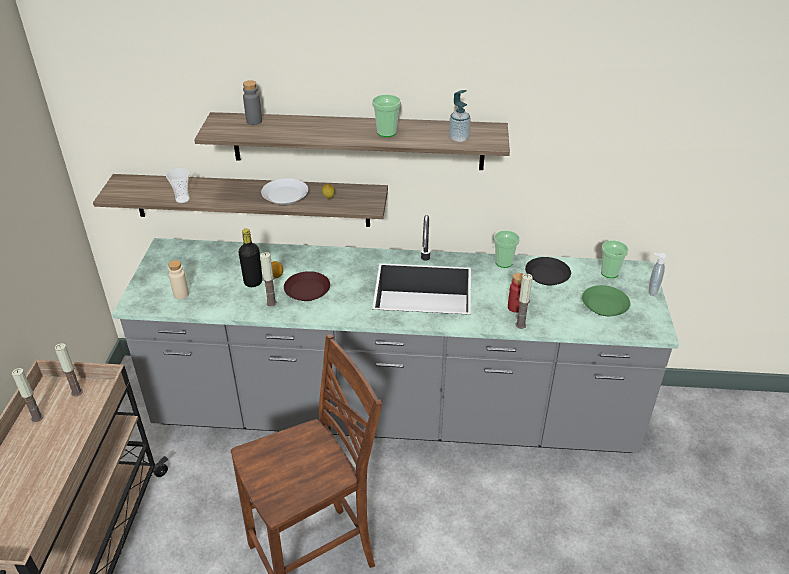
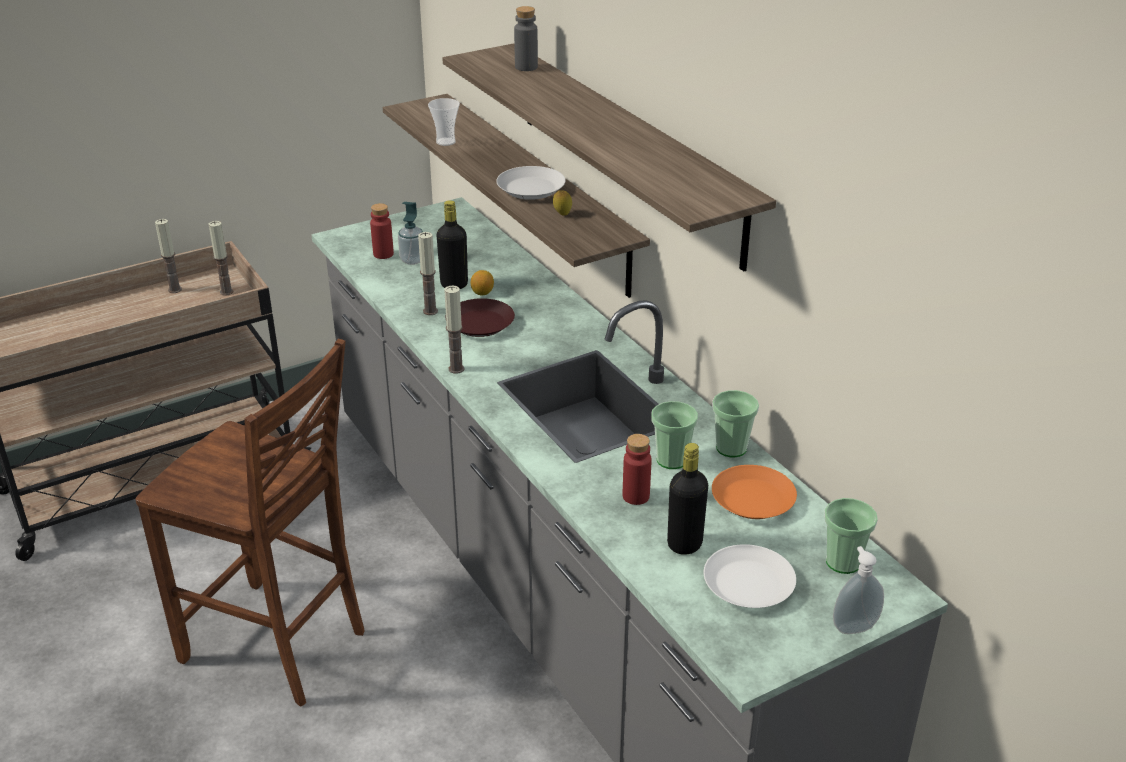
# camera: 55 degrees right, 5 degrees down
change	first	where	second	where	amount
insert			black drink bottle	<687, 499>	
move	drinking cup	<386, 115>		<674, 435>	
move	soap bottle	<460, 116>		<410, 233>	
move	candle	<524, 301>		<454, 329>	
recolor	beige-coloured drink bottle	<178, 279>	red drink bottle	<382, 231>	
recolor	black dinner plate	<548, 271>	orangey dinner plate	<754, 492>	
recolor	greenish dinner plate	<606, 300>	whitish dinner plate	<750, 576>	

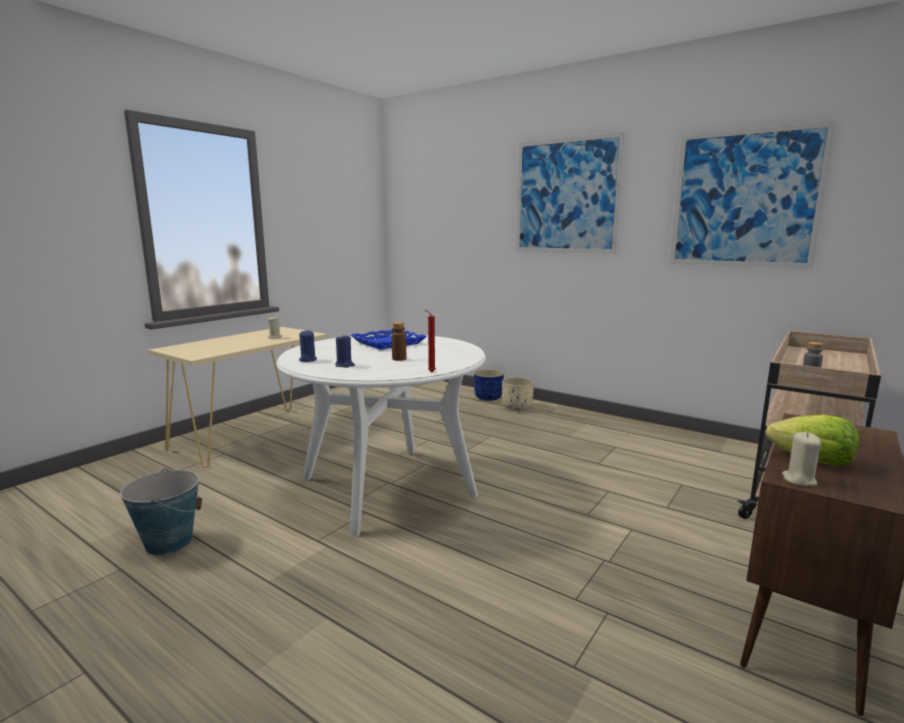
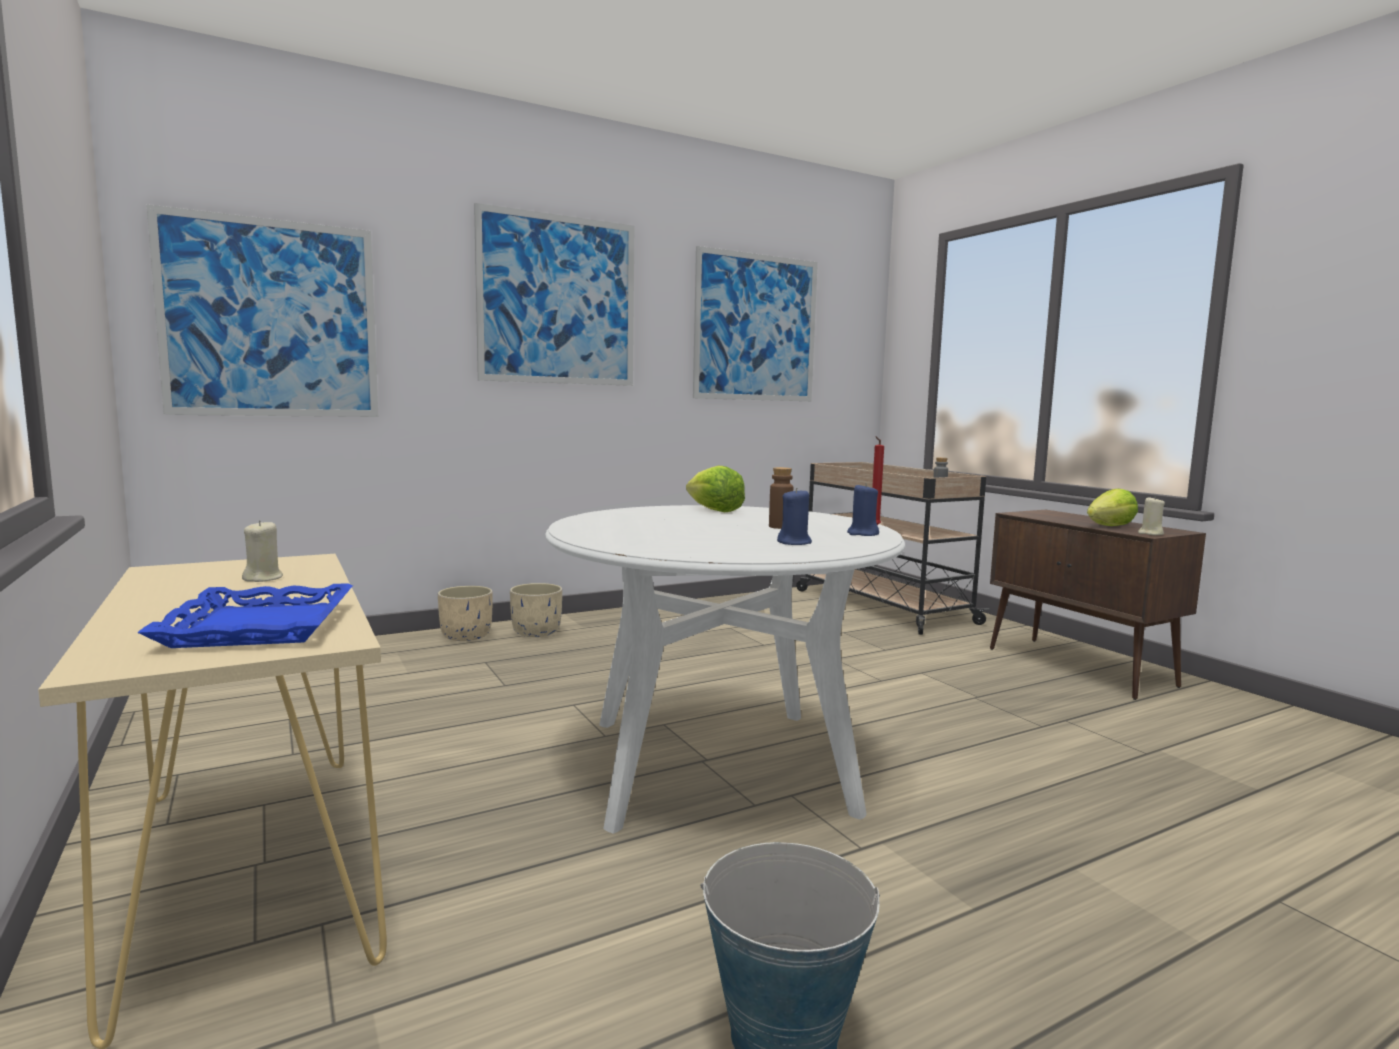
# camera: 65 degrees left, 5 degrees down
change	first	where	second	where	amount
insert			wall art	<262, 310>	
insert			lettuce	<715, 489>	
move	bluish candle	<308, 346>		<863, 509>	
move	bluish carrying tray	<389, 340>		<245, 615>	
recolor	bluish planter	<489, 385>	beige-coloured planter	<465, 613>	

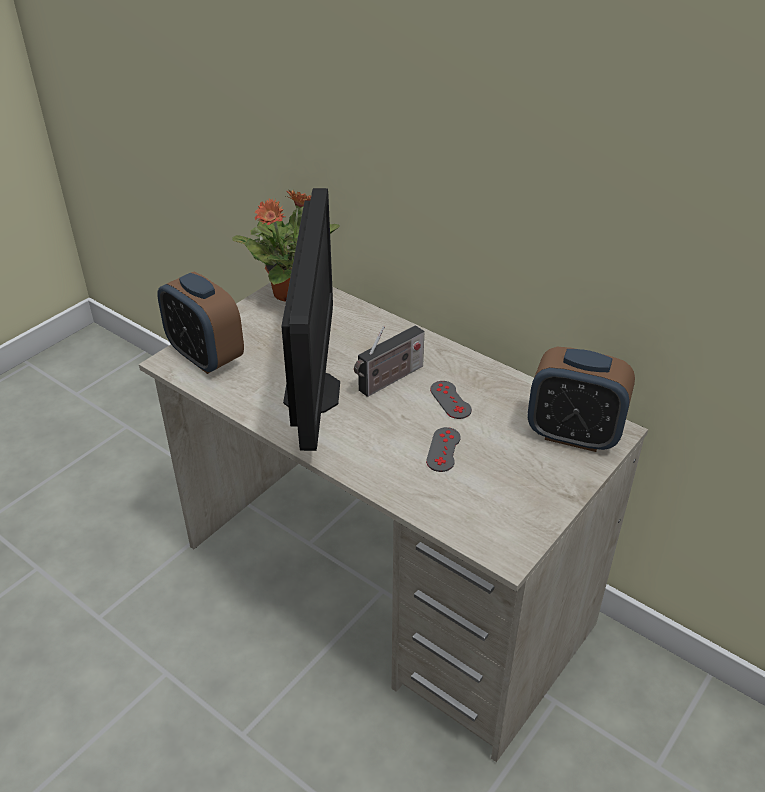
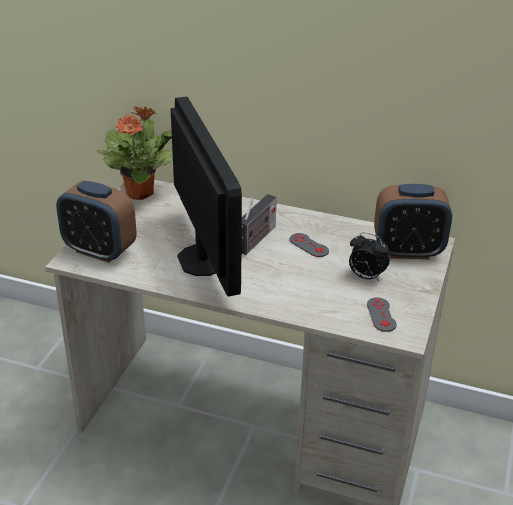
# camera: 20 degrees left, 5 degrees down
change	first	where	second	where	amount
insert			table clock	<369, 257>	
move	greyish game controller	<443, 449>		<382, 315>	

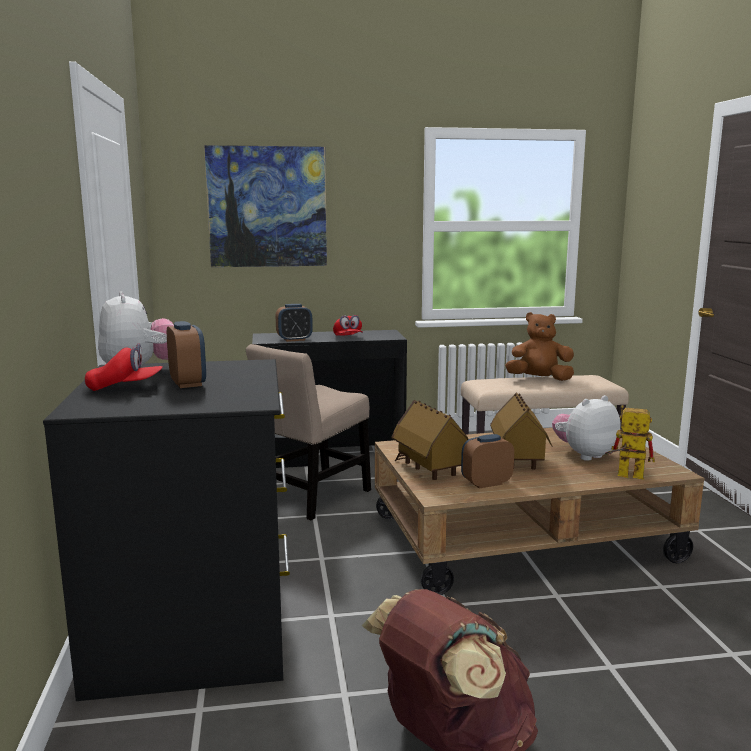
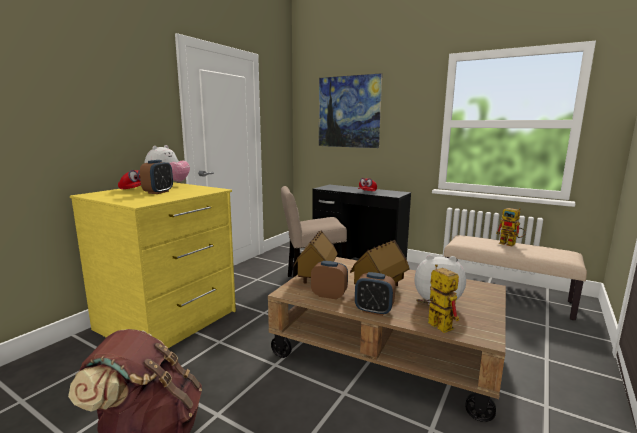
# camera: 40 degrees right, 0 degrees up
change	first	where	second	where	amount
move	table clock	<294, 323>		<375, 294>	
replace	brown cuddly toy	<539, 346>	model robot	<511, 227>	
recolor	black drawer chest	<166, 530>	yellow-coloured drawer chest	<153, 265>	

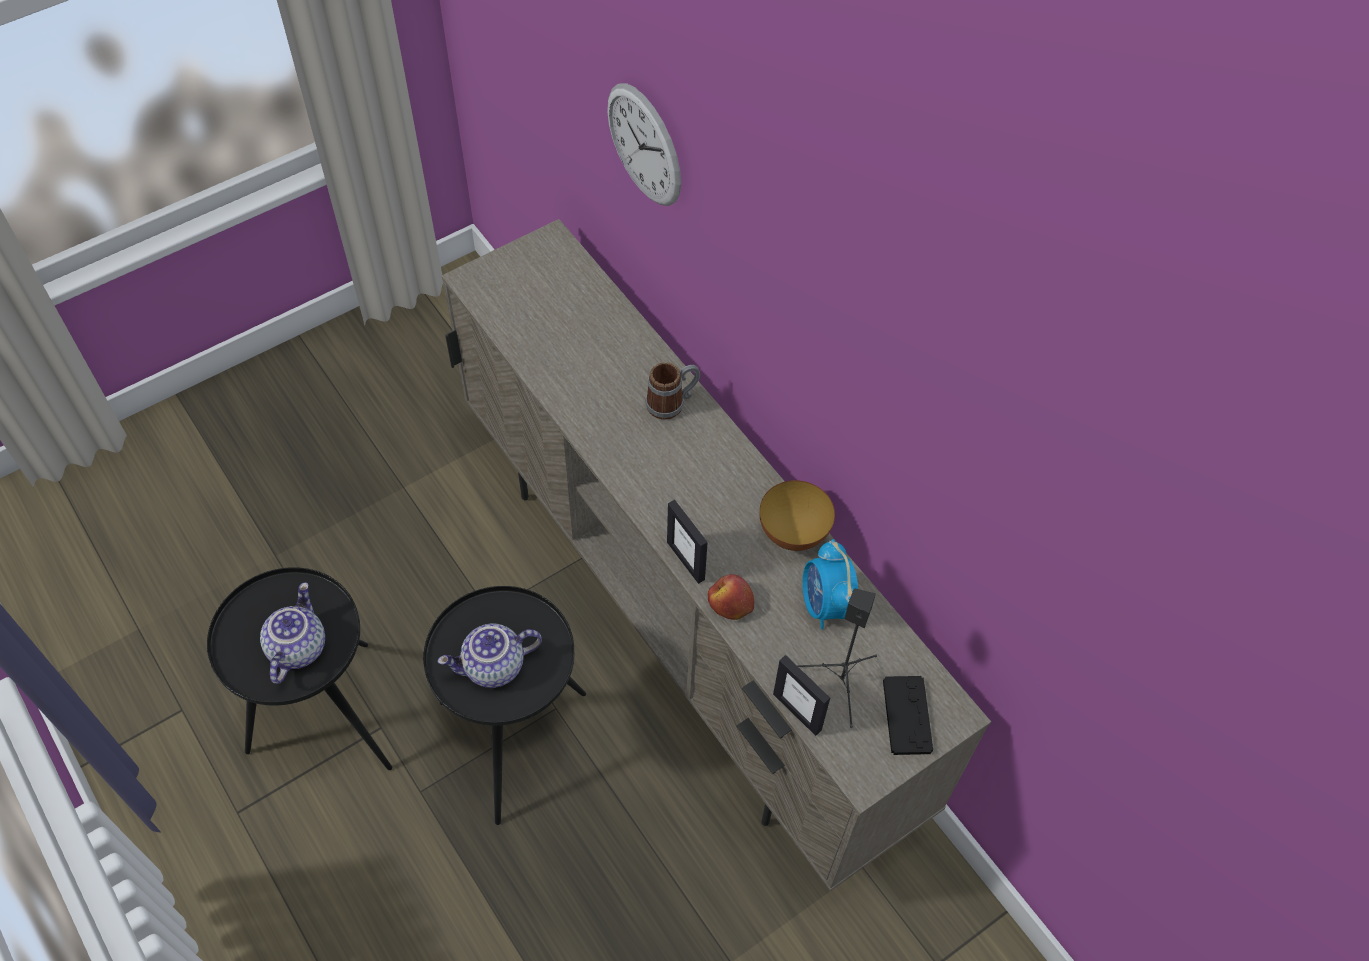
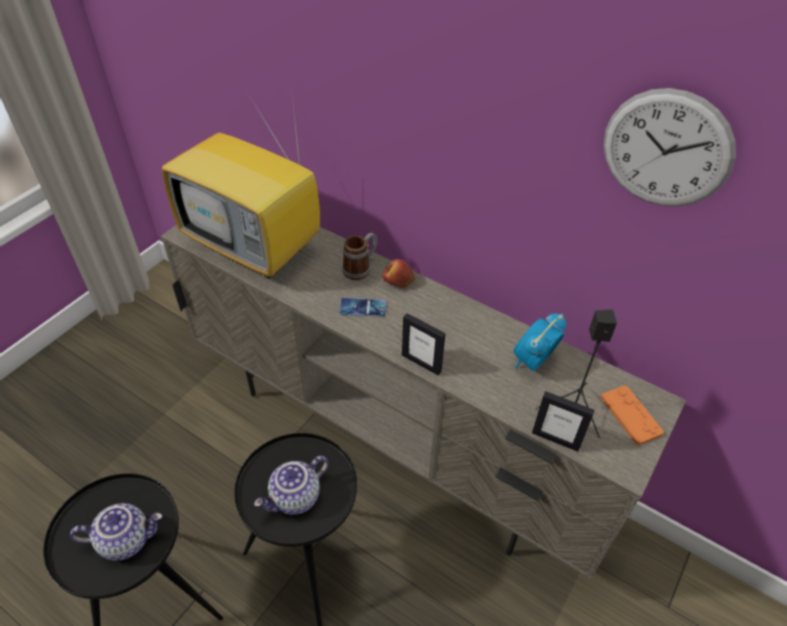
# camera: 20 degrees left, 10 degrees down
change	first	where	second	where	amount
delete	serving bowl	<797, 515>			
insert			TV	<241, 183>	
insert			handset	<363, 307>	
move	hanging clock	<644, 144>		<669, 147>	
move	apple fruit	<731, 597>		<398, 273>	
recolor	black game controller	<908, 715>	orangey game controller	<632, 415>	
rotate	pot for tea	<292, 633>		<116, 532>	90 degrees clockwise
rotate	table clock	<830, 584>		<539, 342>	75 degrees clockwise

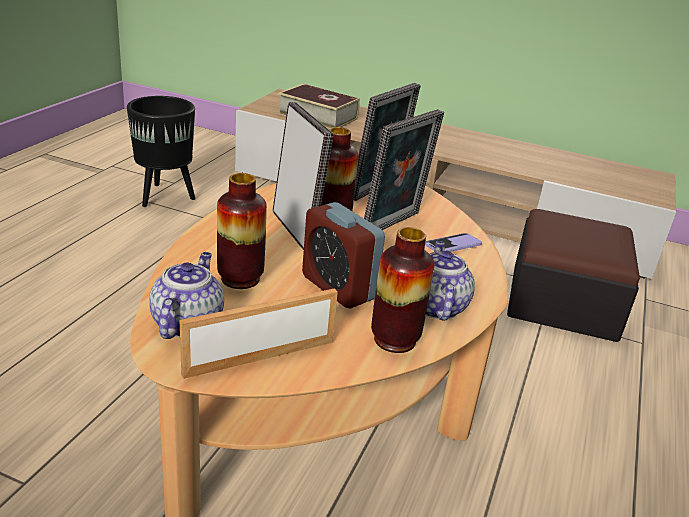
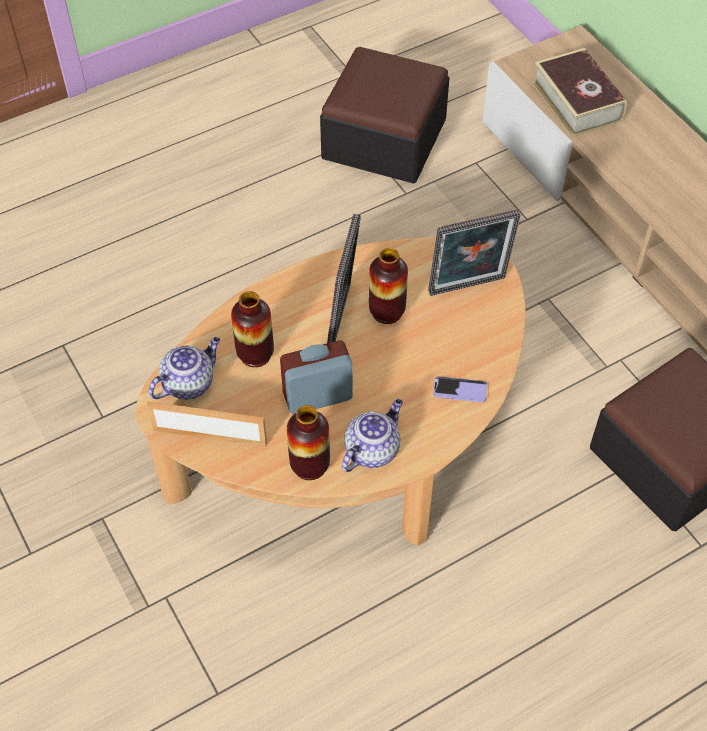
# camera: 40 degrees right, 25 degrees up
change	first	where	second	where	amount
delete	picture frame	<404, 169>			
replace	black planter	<161, 151>	pouffe	<384, 115>	
rotate	table clock	<343, 255>		<316, 377>	75 degrees clockwise

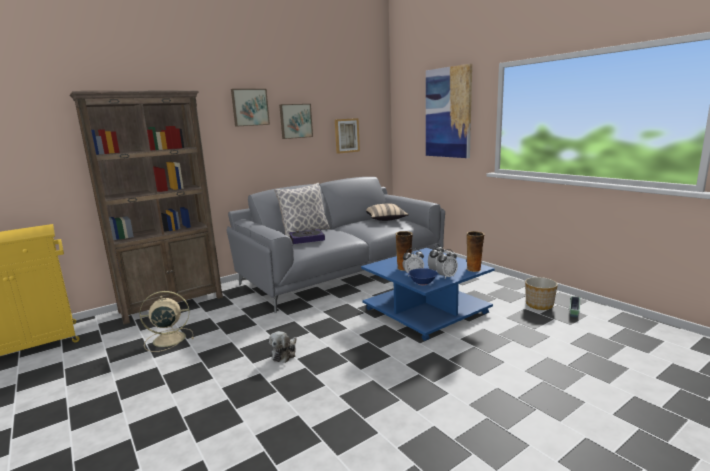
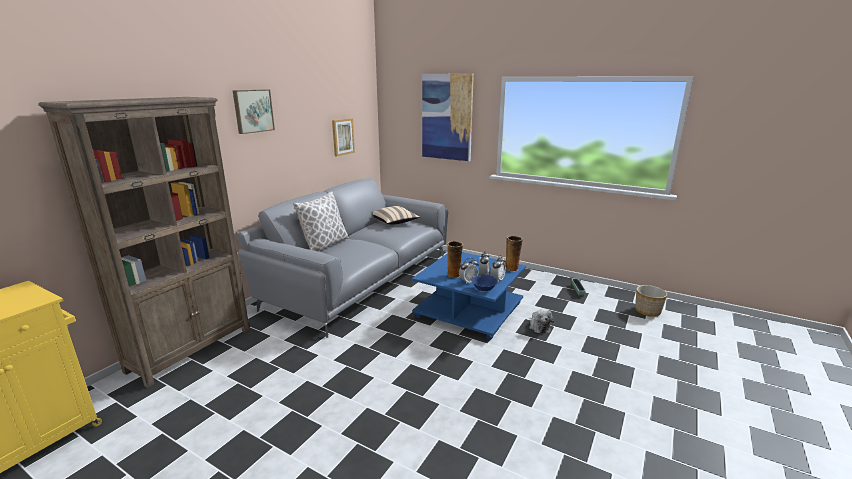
# camera: 25 degrees left, 5 degrees up
change	first	where	second	where	amount
delete	beige-coloured fan	<167, 321>			
delete	wall art	<296, 121>			
delete	volume	<307, 236>			
move	cuddly toy	<283, 347>		<541, 321>	
move	planter	<541, 293>		<651, 301>	

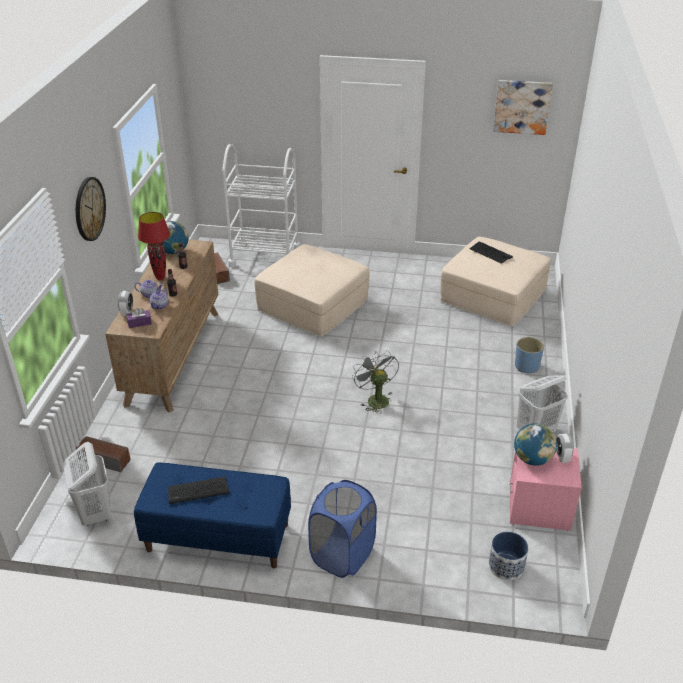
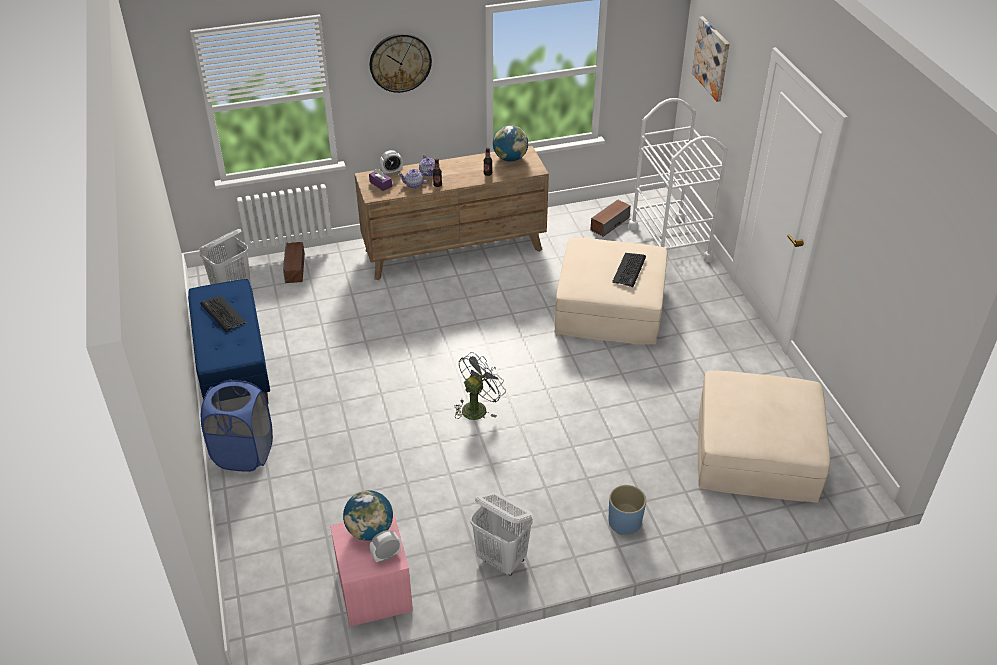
# camera: 65 degrees right, 5 degrees up
change	first	where	second	where	amount
delete	red table lamp	<154, 246>			
delete	planter	<508, 556>			
move	computer keyboard	<491, 253>		<629, 270>	
move	wall art	<523, 107>		<711, 59>	

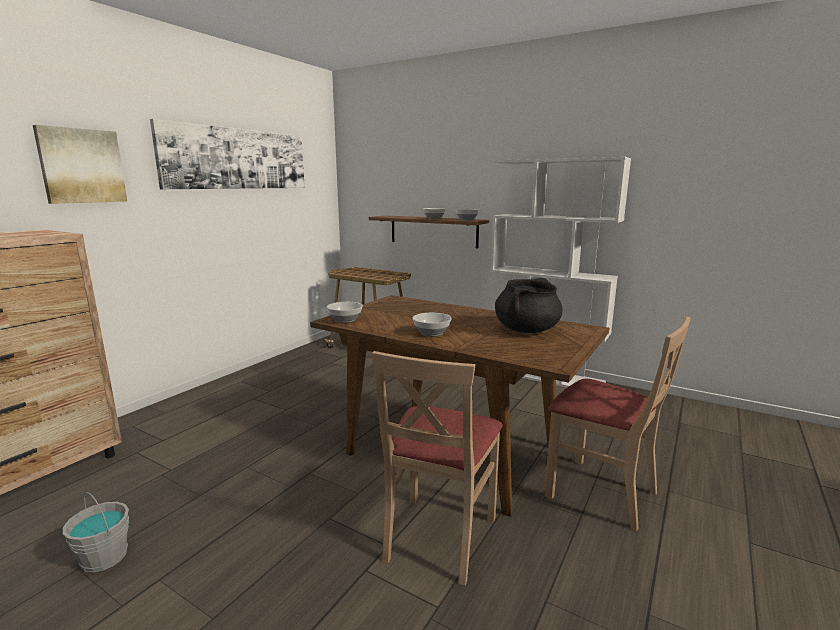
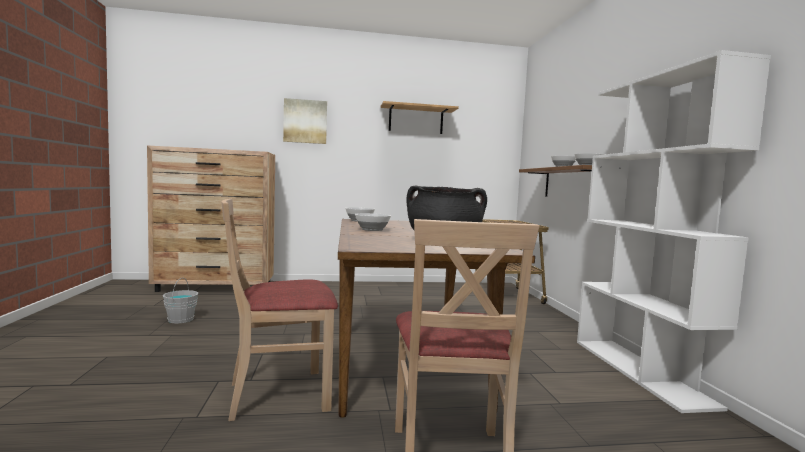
# camera: 50 degrees right, 10 degrees down
change	first	where	second	where	amount
replace	wall art	<227, 154>	wall shelf	<420, 117>	

